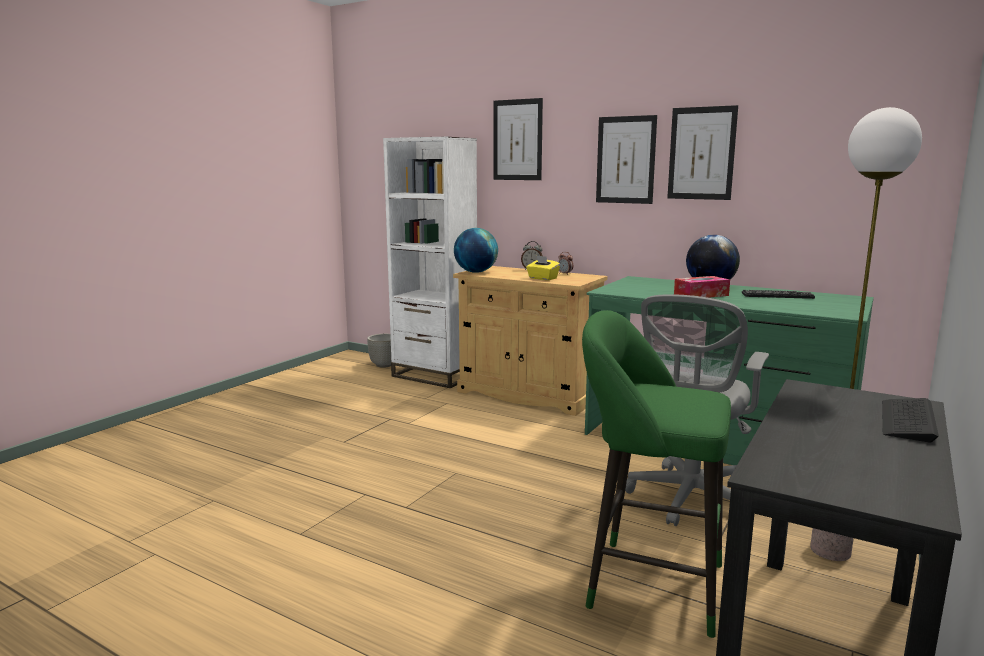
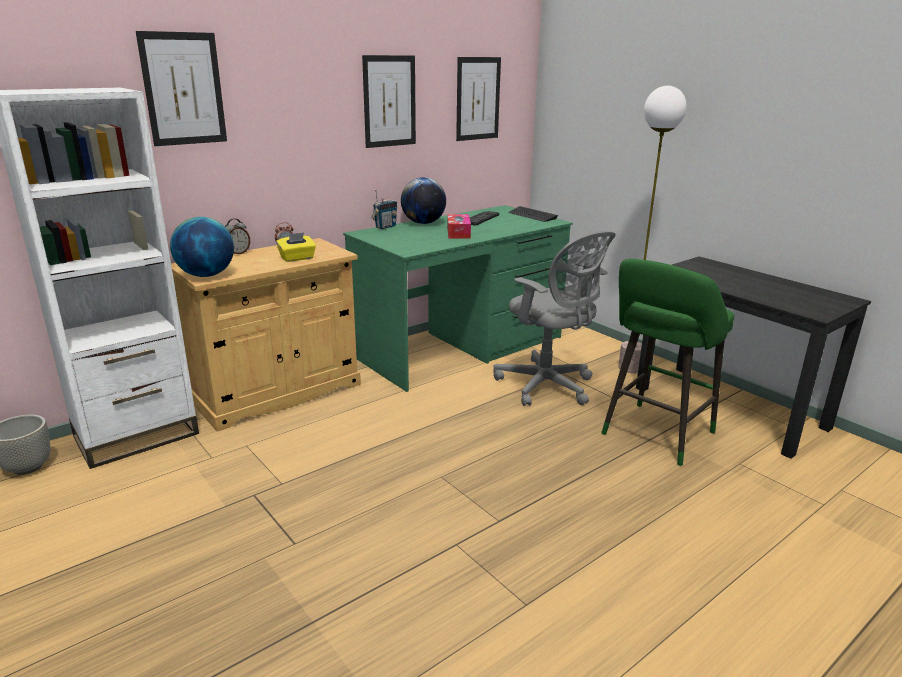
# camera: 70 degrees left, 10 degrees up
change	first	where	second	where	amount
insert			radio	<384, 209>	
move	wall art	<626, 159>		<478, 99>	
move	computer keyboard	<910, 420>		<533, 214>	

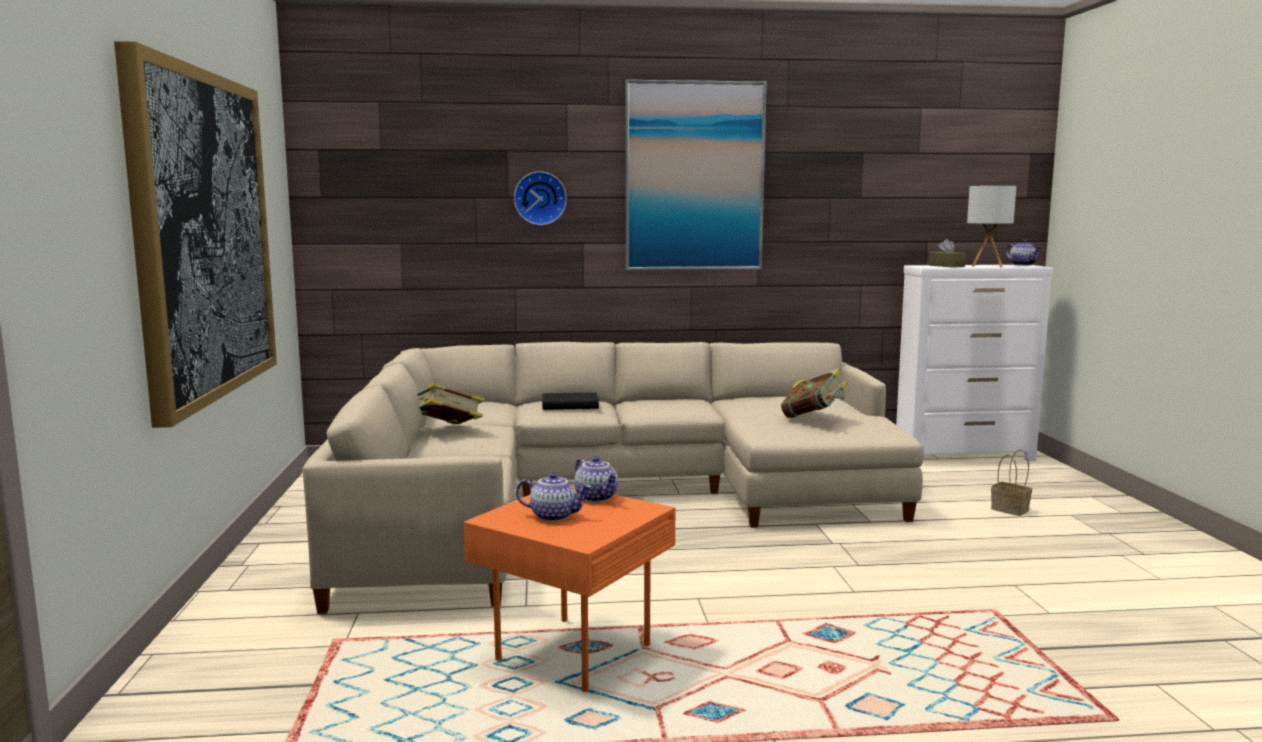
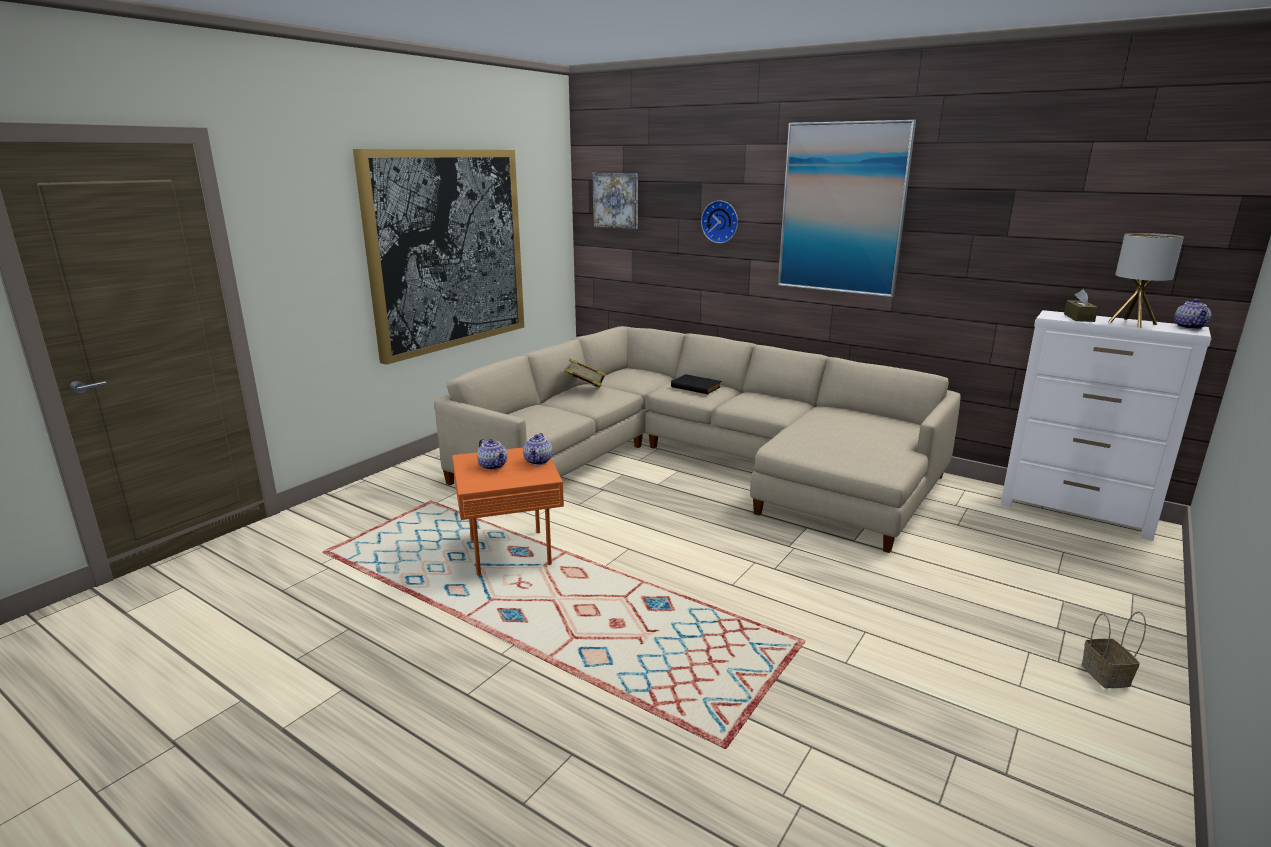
# camera: 40 degrees right, 10 degrees up
change	first	where	second	where	amount
delete	volume	<814, 393>			
insert			wall art	<615, 201>	
move	storage basket	<1011, 482>		<1114, 649>	

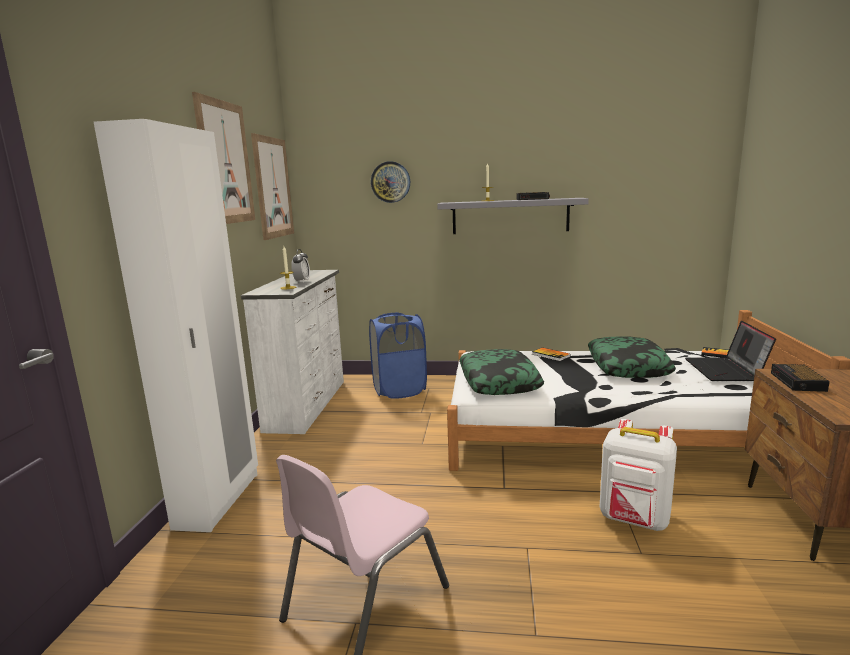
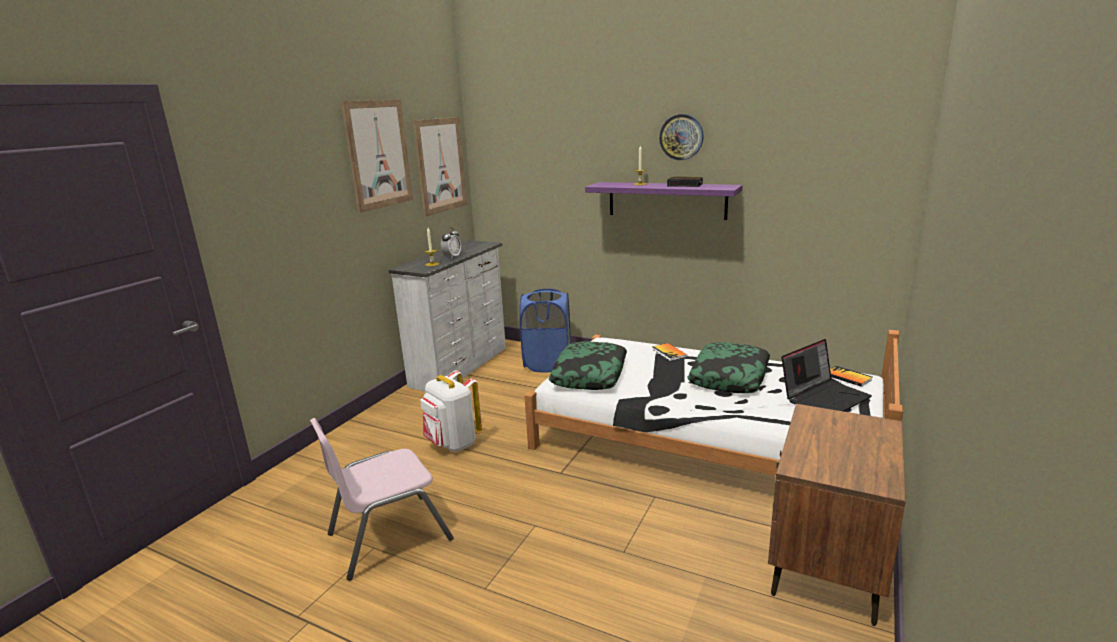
# camera: 20 degrees right, 5 degrees up
change	first	where	second	where	amount
delete	whitish clothes cupboard	<176, 325>			
delete	table clock	<800, 378>			
move	hanging clock	<390, 182>		<681, 137>	
move	whitish rucksack	<638, 475>		<451, 411>	
recolor	greyish wall shelf	<513, 216>	purple-coloured wall shelf	<664, 201>	
rotate	laptop	<730, 351>		<826, 375>	150 degrees counterclockwise

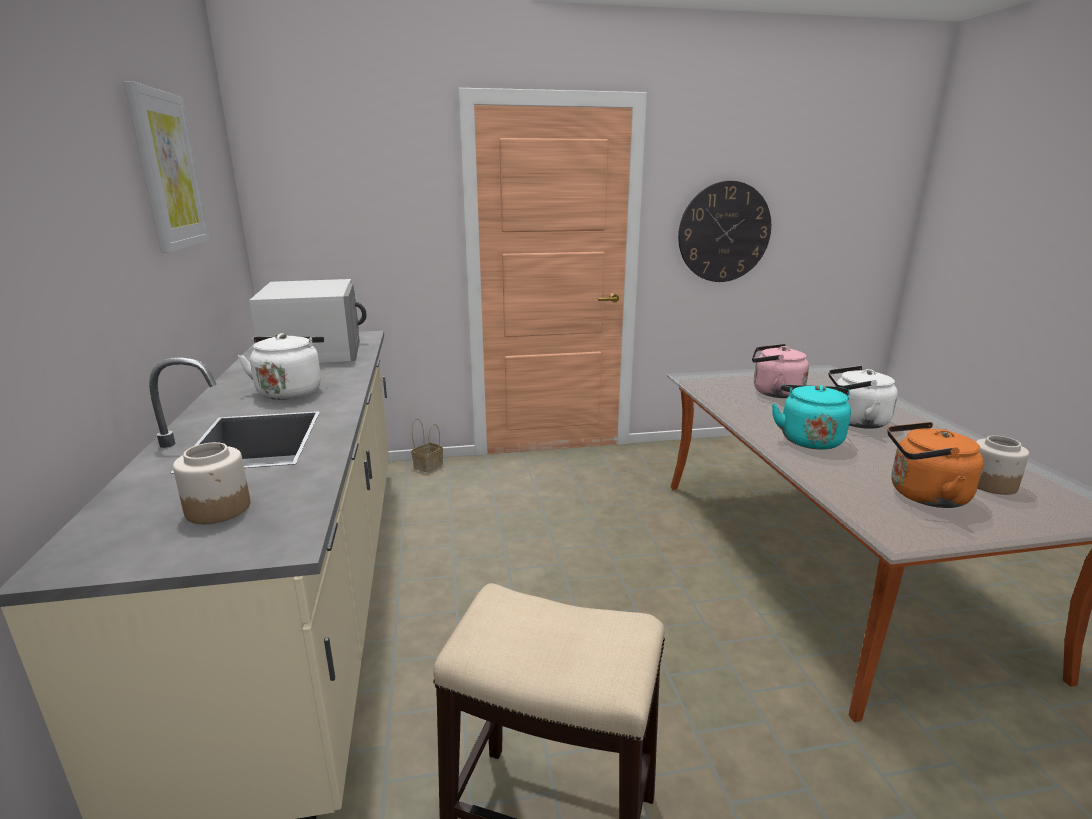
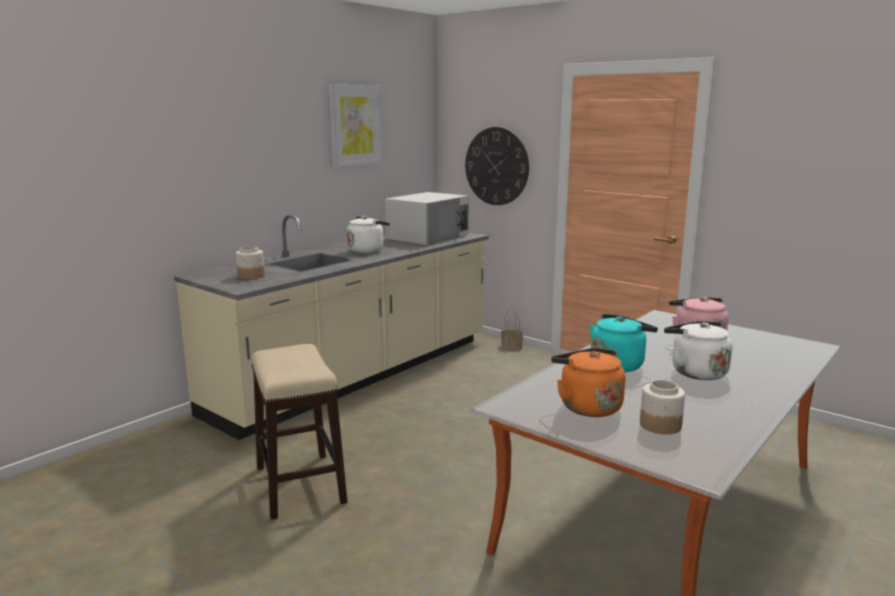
# camera: 50 degrees right, 5 degrees down
change	first	where	second	where	amount
move	hanging clock	<724, 231>		<497, 166>	

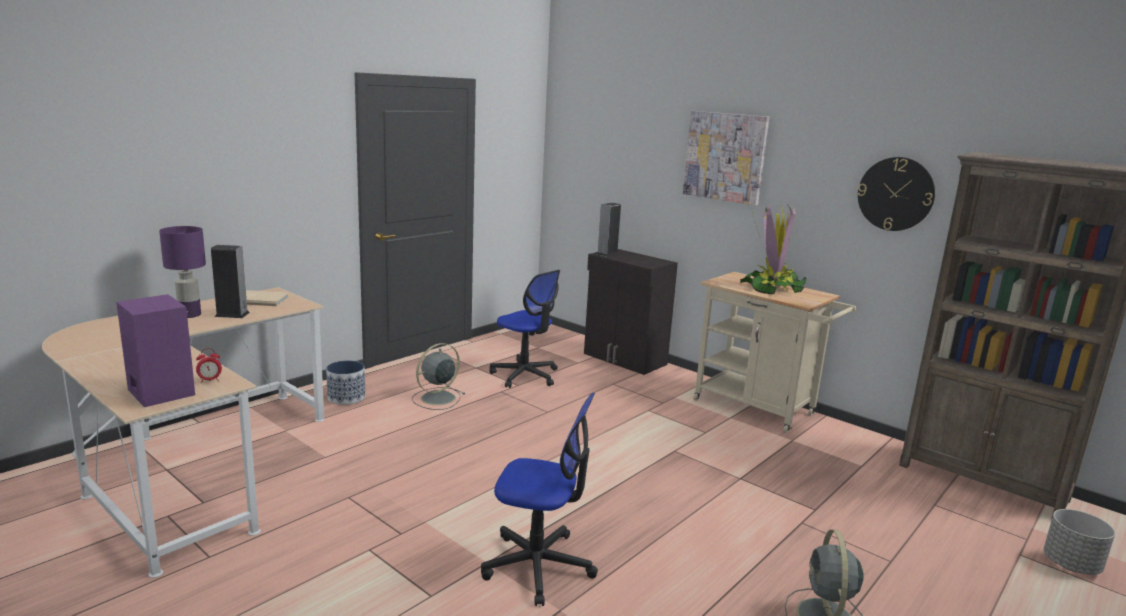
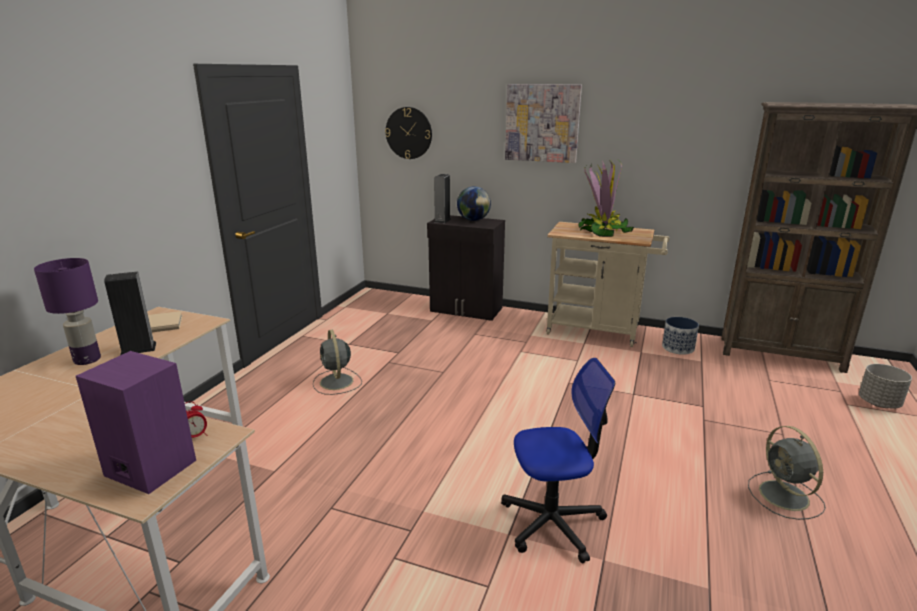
# camera: 20 degrees left, 5 degrees up
change	first	where	second	where	amount
delete	computer chair	<524, 329>			
insert			desk globe	<474, 203>	
move	planter	<345, 382>		<680, 336>	
move	hanging clock	<896, 194>		<408, 133>	
rotate	greyish fan	<438, 376>		<337, 362>	45 degrees counterclockwise

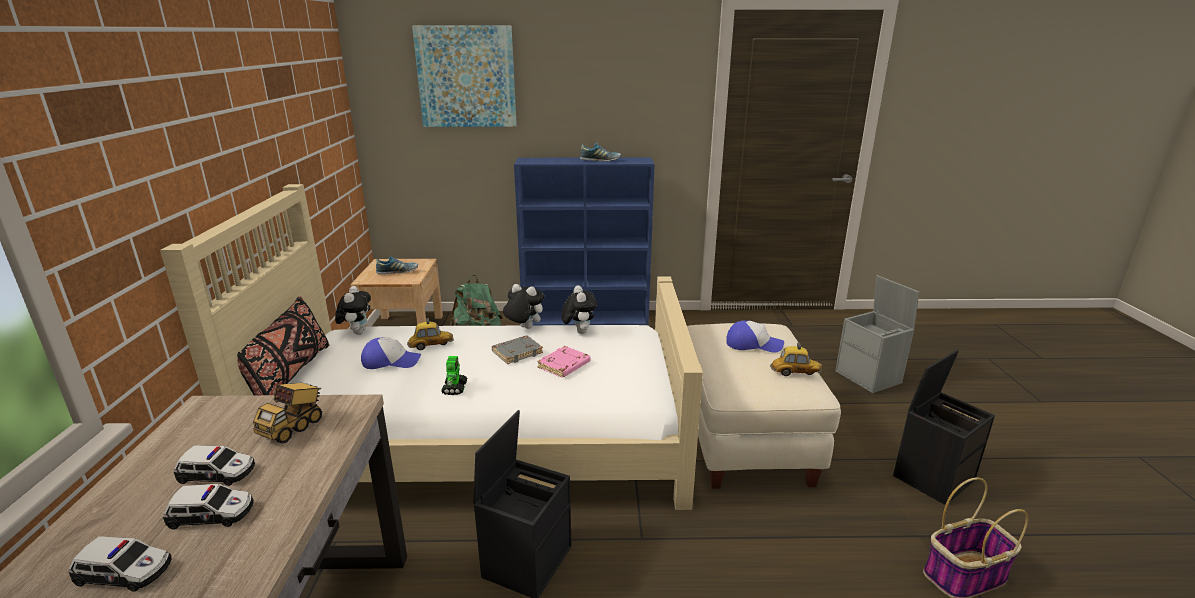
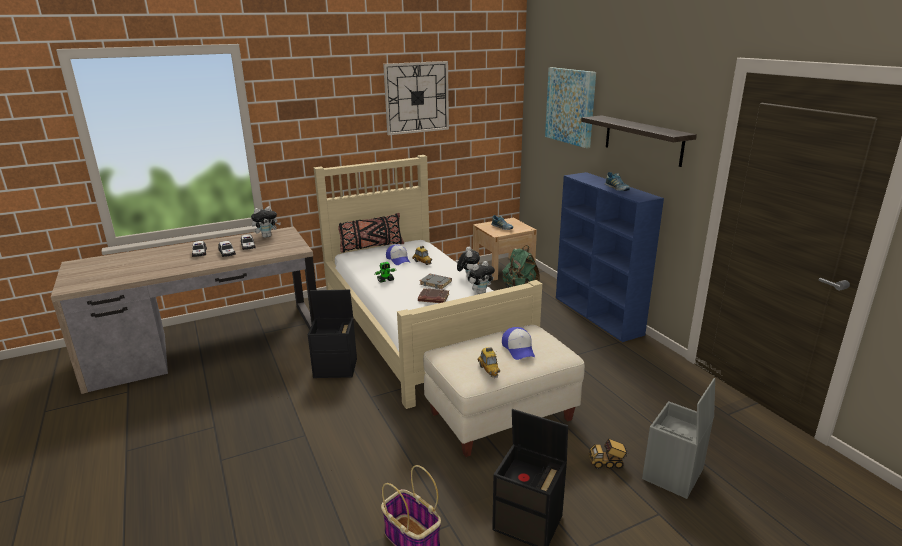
# camera: 65 degrees right, 0 degrees up
change	first	where	second	where	amount
insert			hanging clock	<416, 98>	
insert			wall shelf	<639, 141>	
move	toy truck	<287, 413>		<608, 453>	
move	cuddly toy	<353, 310>		<266, 222>	
recolor	pink volume	<564, 362>	brown volume	<433, 295>	

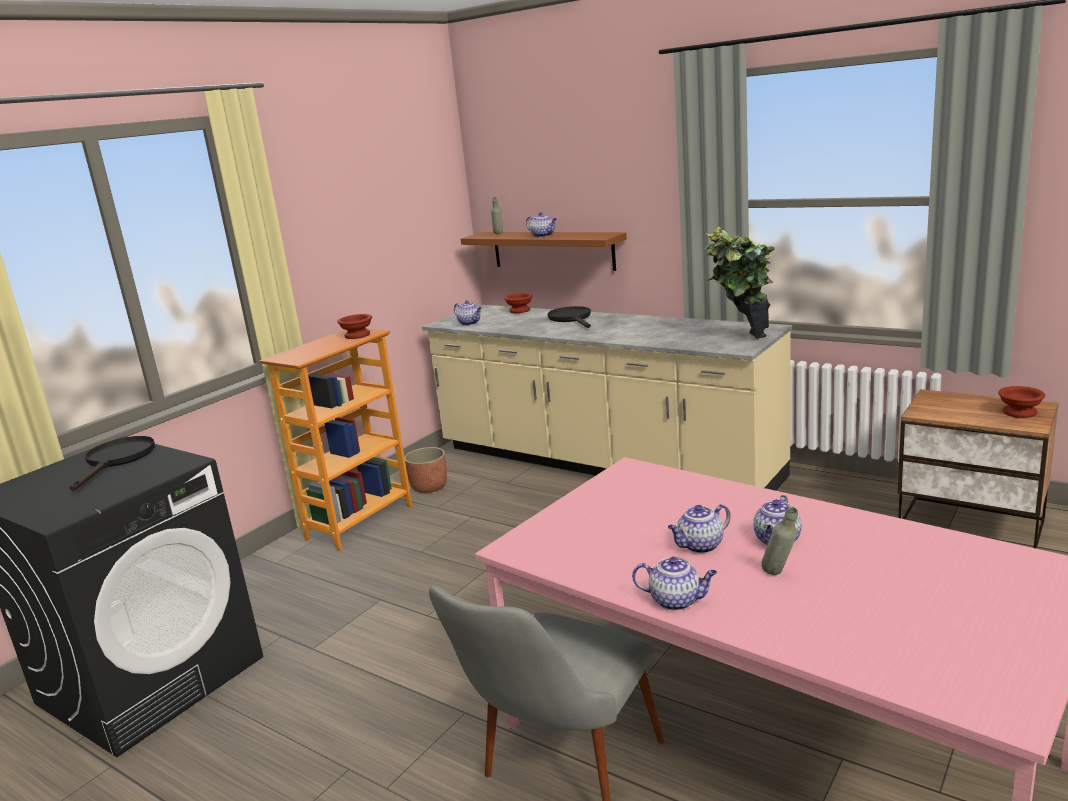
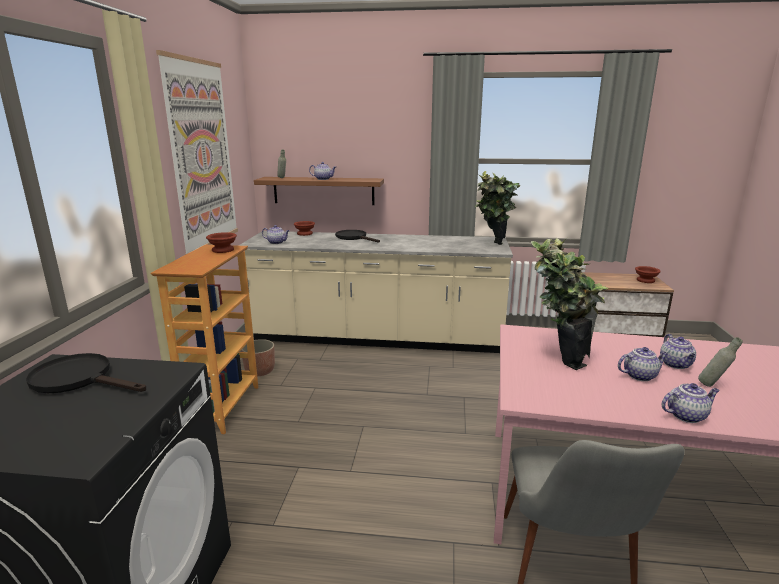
# camera: 30 degrees left, 0 degrees up
change	first	where	second	where	amount
insert			wall art	<197, 152>	
insert			plant in a pot	<569, 304>	
rotate	black skillet	<112, 463>		<86, 373>	45 degrees counterclockwise
rotate	pot for tea	<699, 528>		<643, 364>	135 degrees counterclockwise

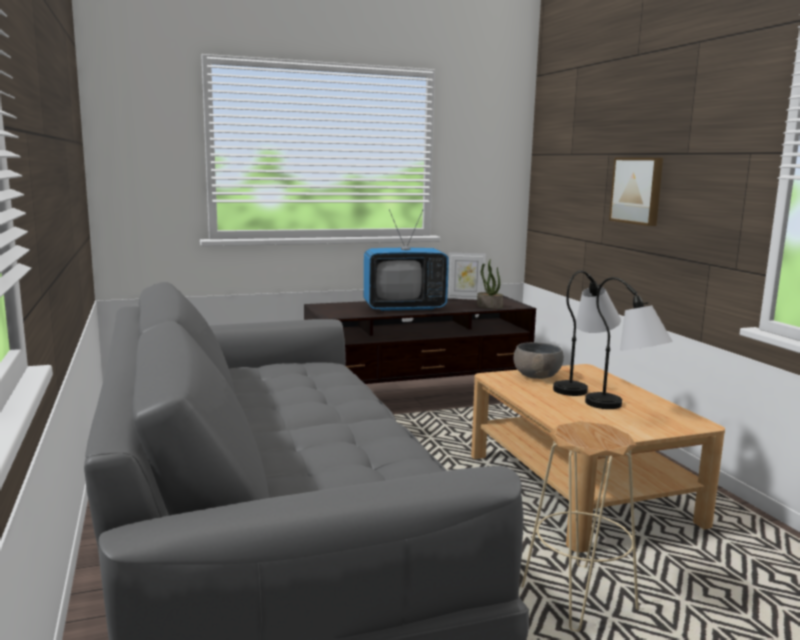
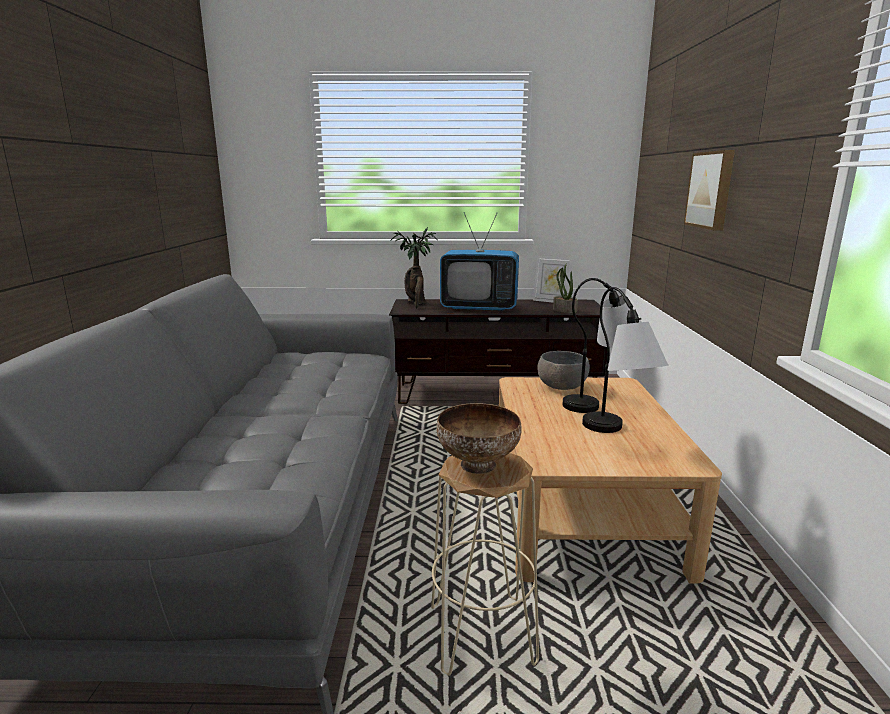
# camera: 20 degrees right, 5 degrees up
change	first	where	second	where	amount
insert			plant in a pot	<414, 267>	
insert			serving bowl	<479, 438>	

